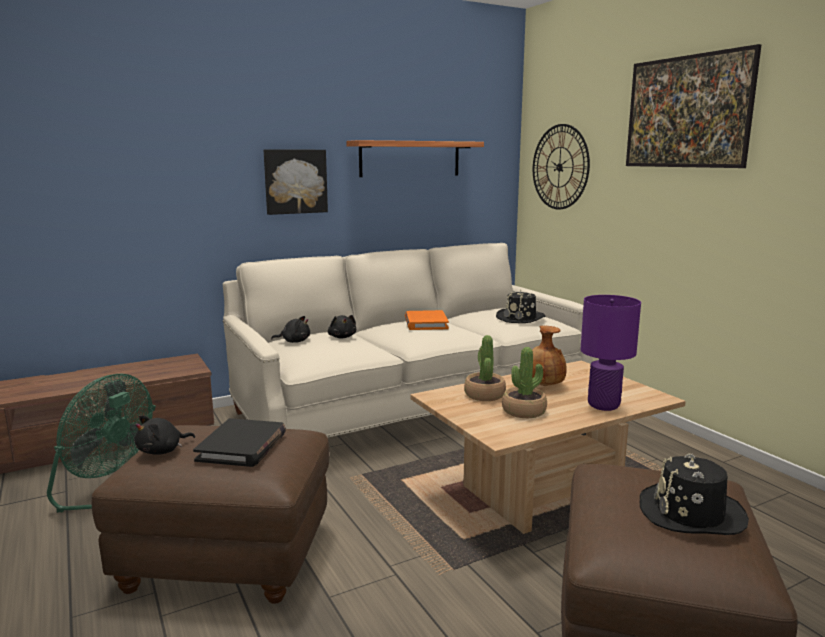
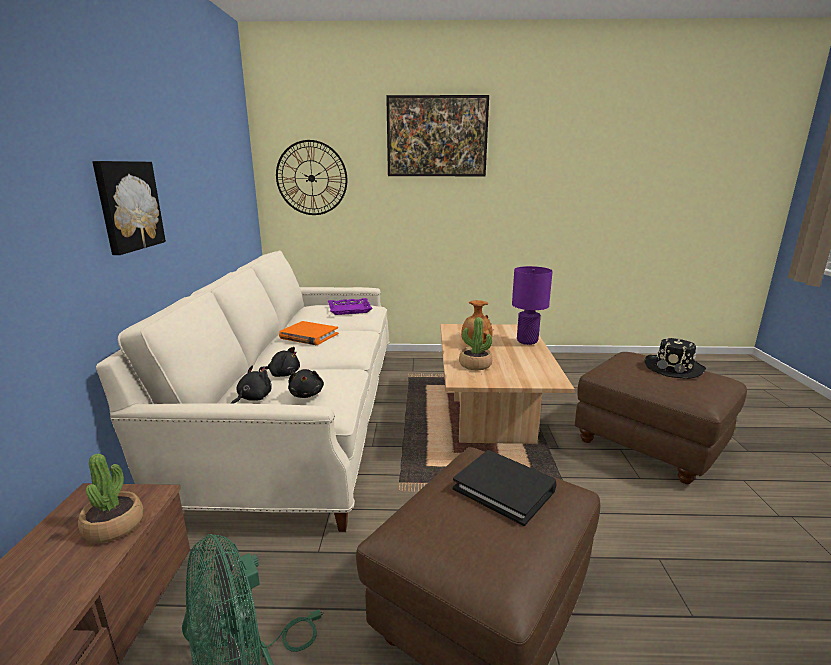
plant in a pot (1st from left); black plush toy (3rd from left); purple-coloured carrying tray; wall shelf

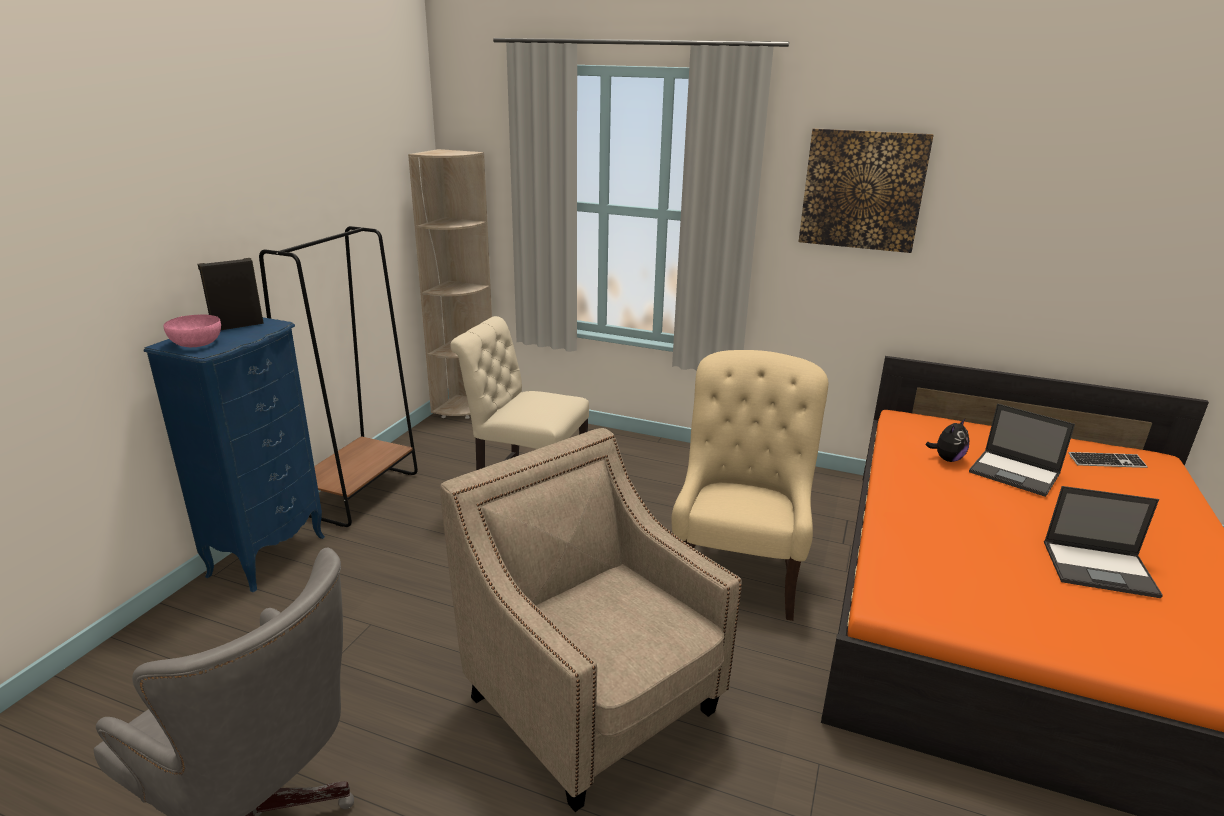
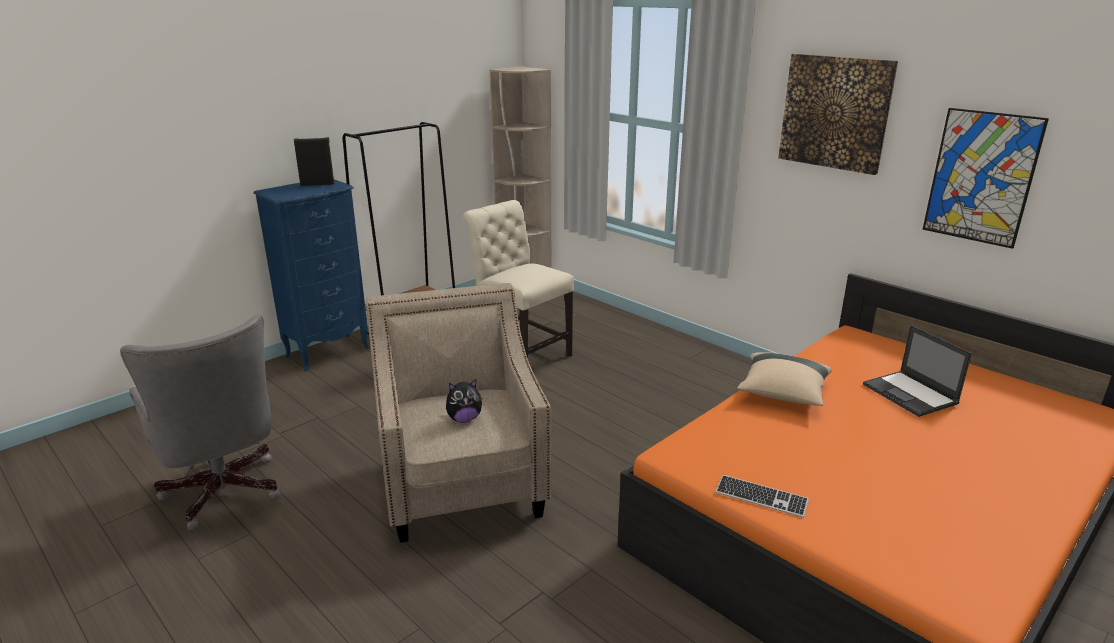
plush toy; keyboard; beige cushion; wall picture (2nd from left); pink bowl; beige chair (2nd from left in the first image); portable computer (2nd from left in the first image)

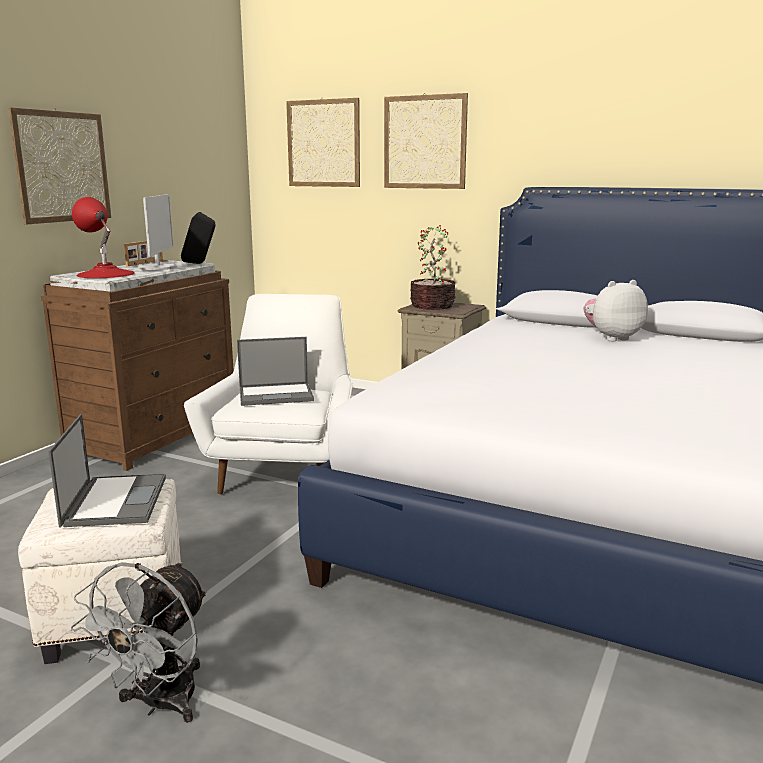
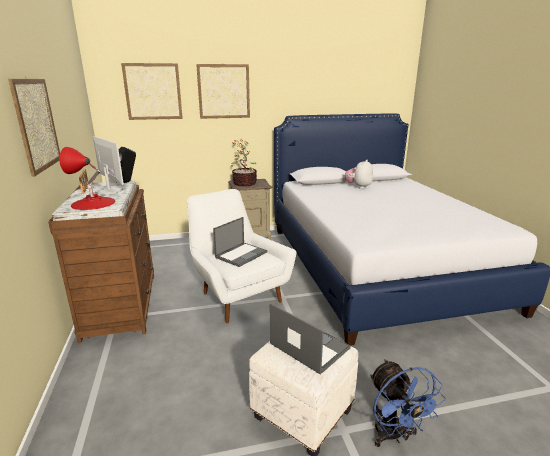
blue-coloured cooling fan

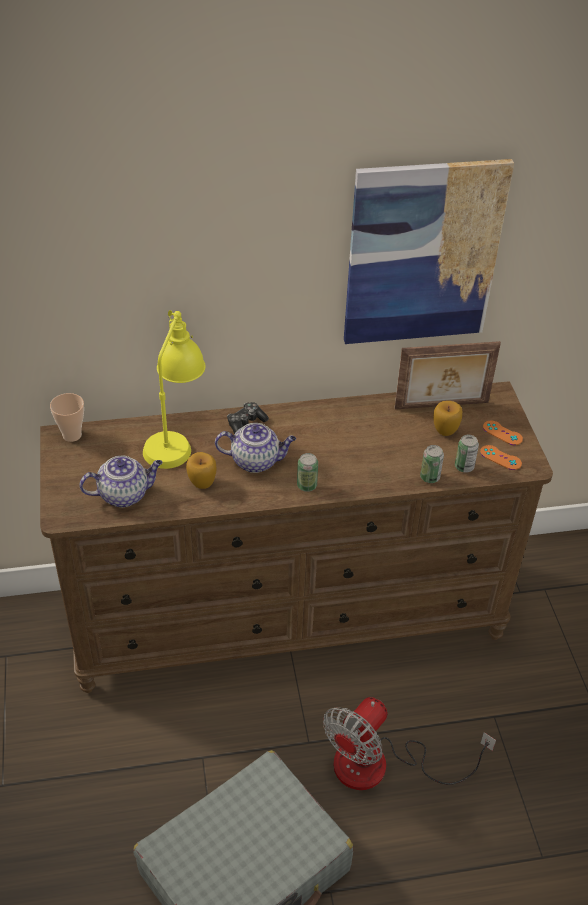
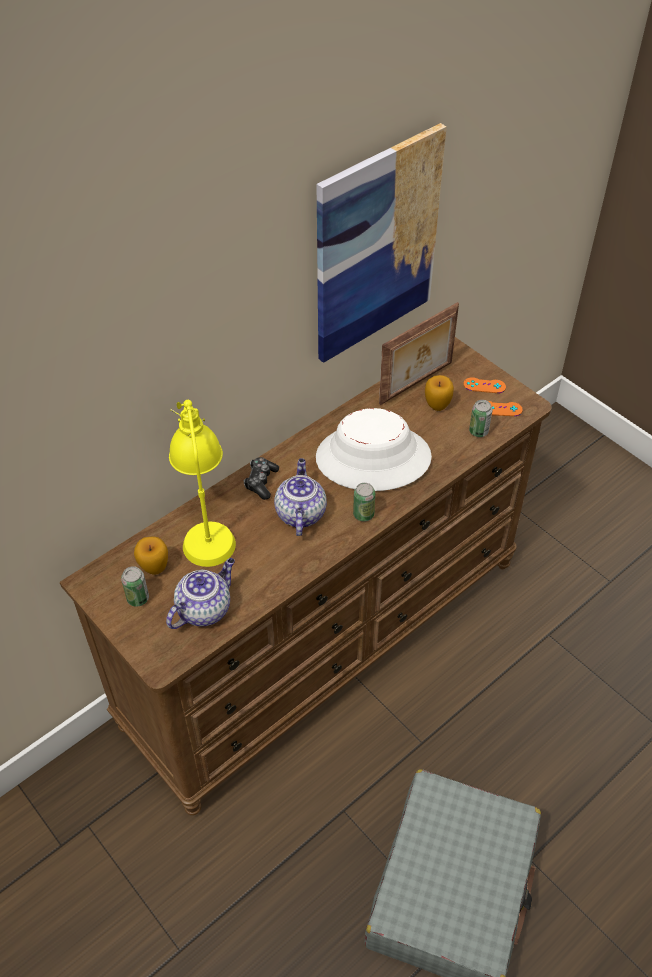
sealed can (1st from left); whole apple (1st from left); tea pot (2nd from left); white wearable hat; drinking cup; cooling fan

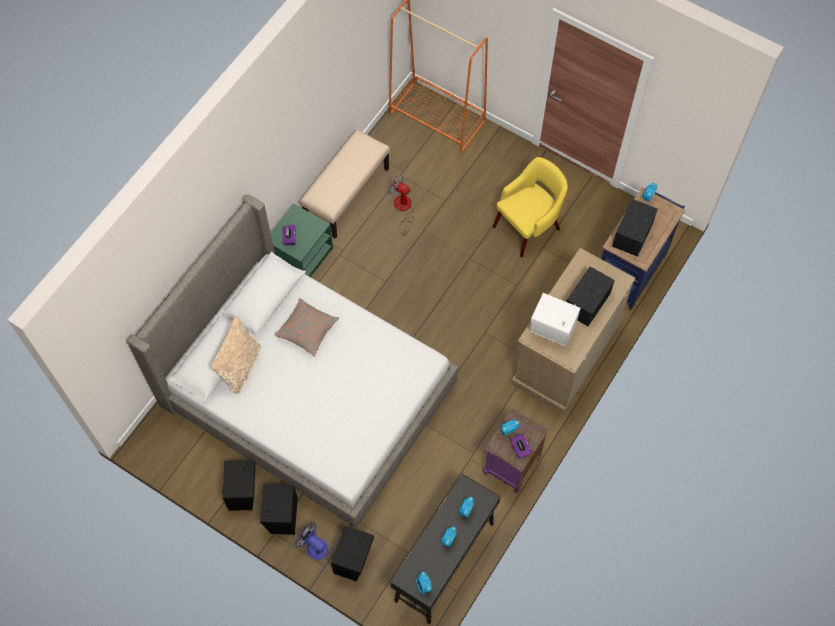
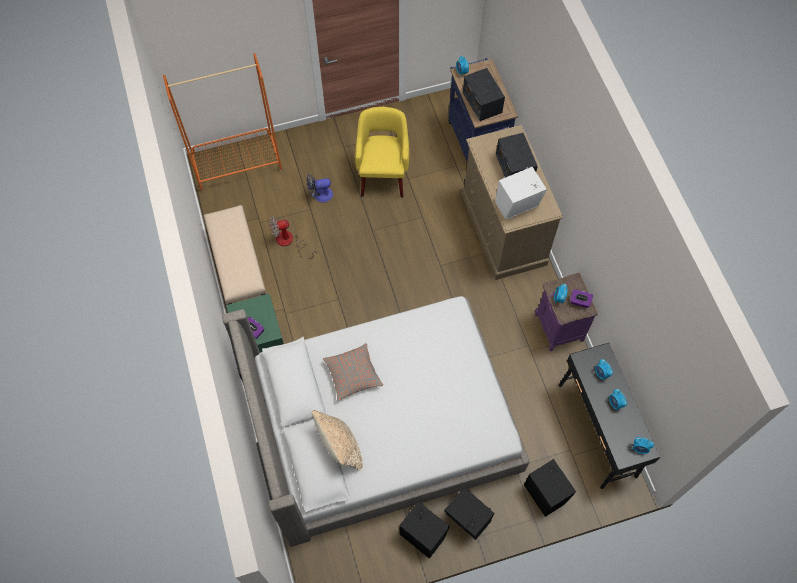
cooling fan (2nd from left)

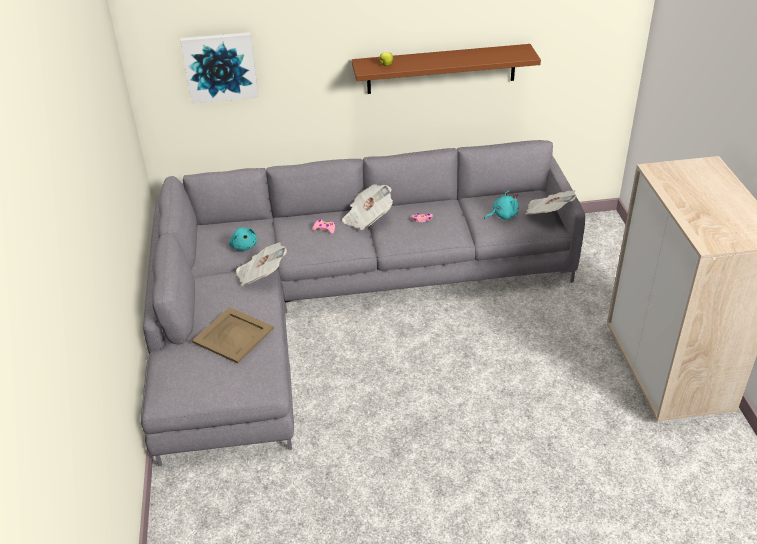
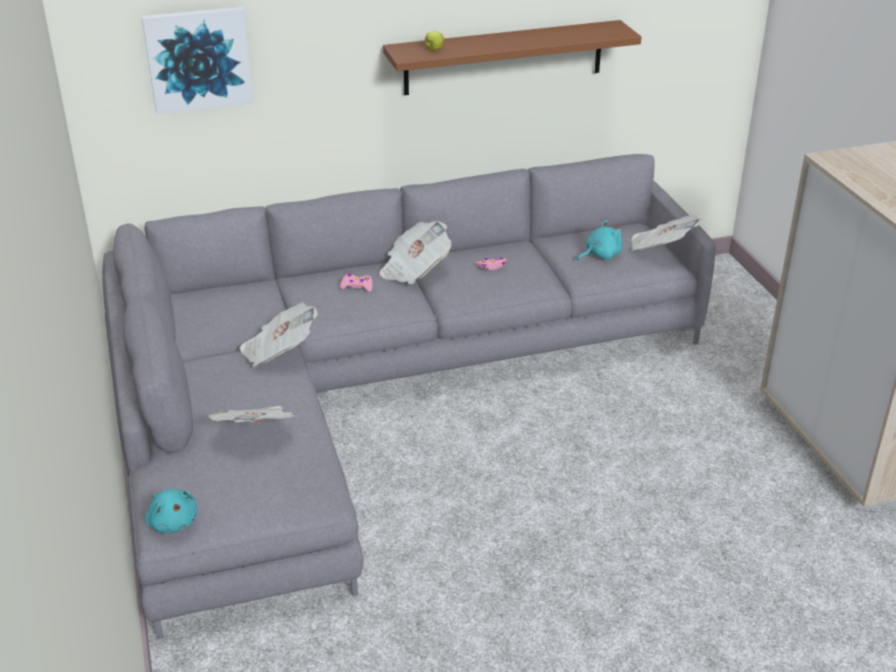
turquoise-coloured plush toy (1st from left); newspaper (1st from left)

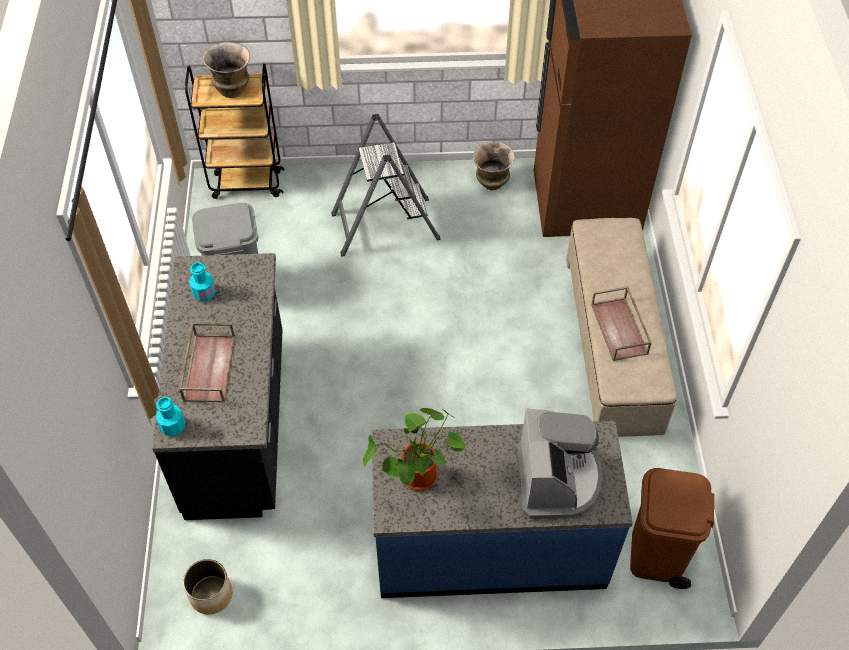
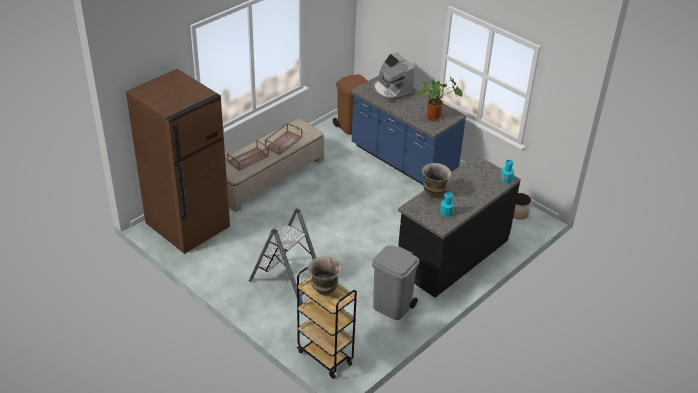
brownish carrying tray (1st from left); coffee machine; decorative vase (2nd from left)

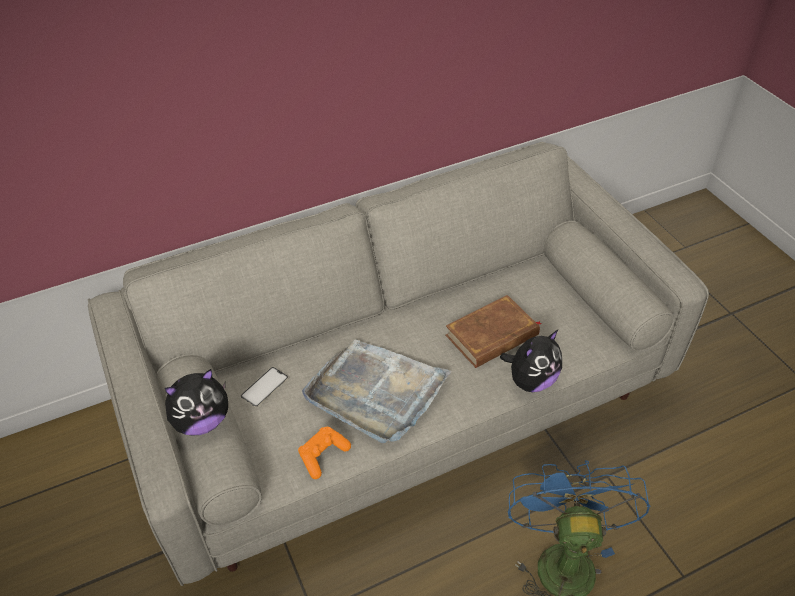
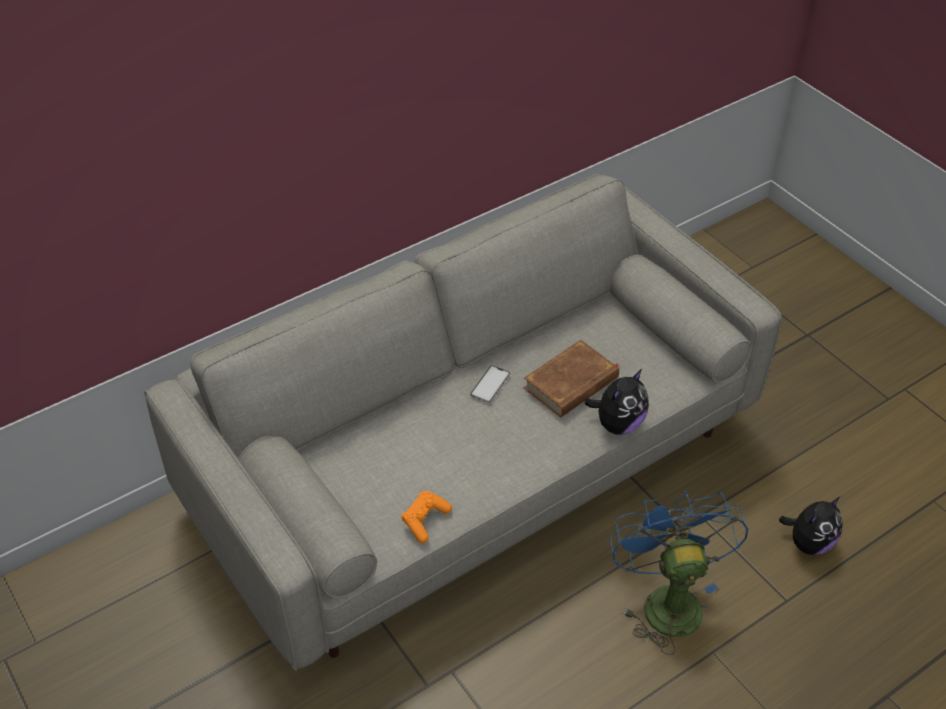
phone; plush toy (2nd from left); greyish carrying tray

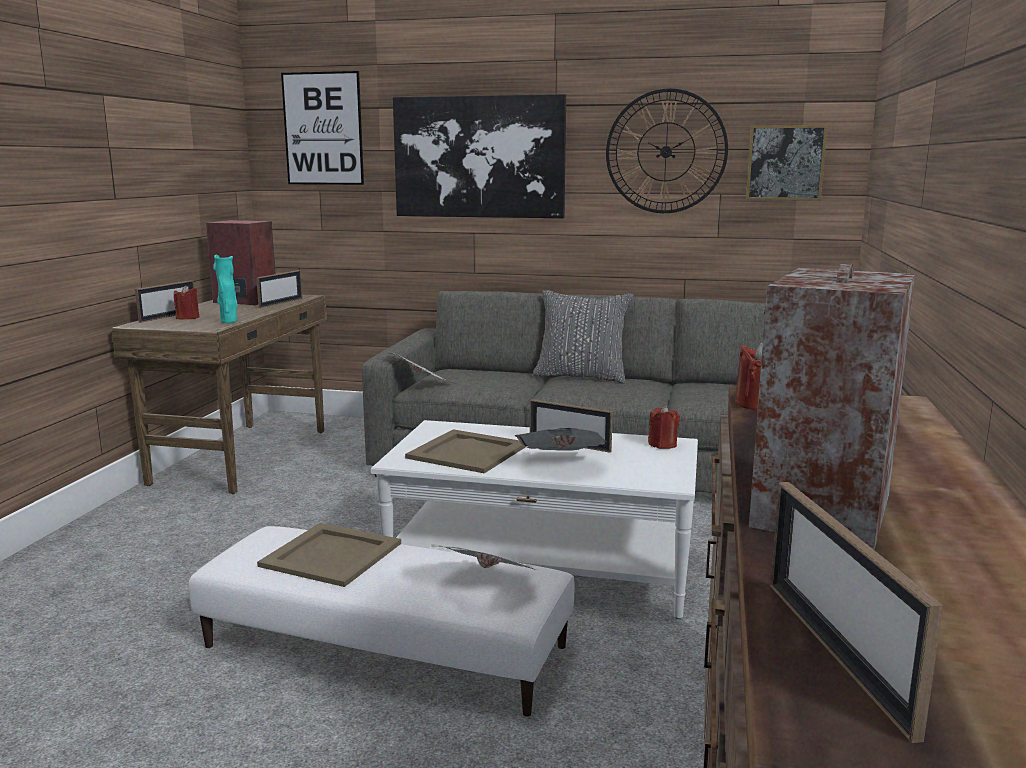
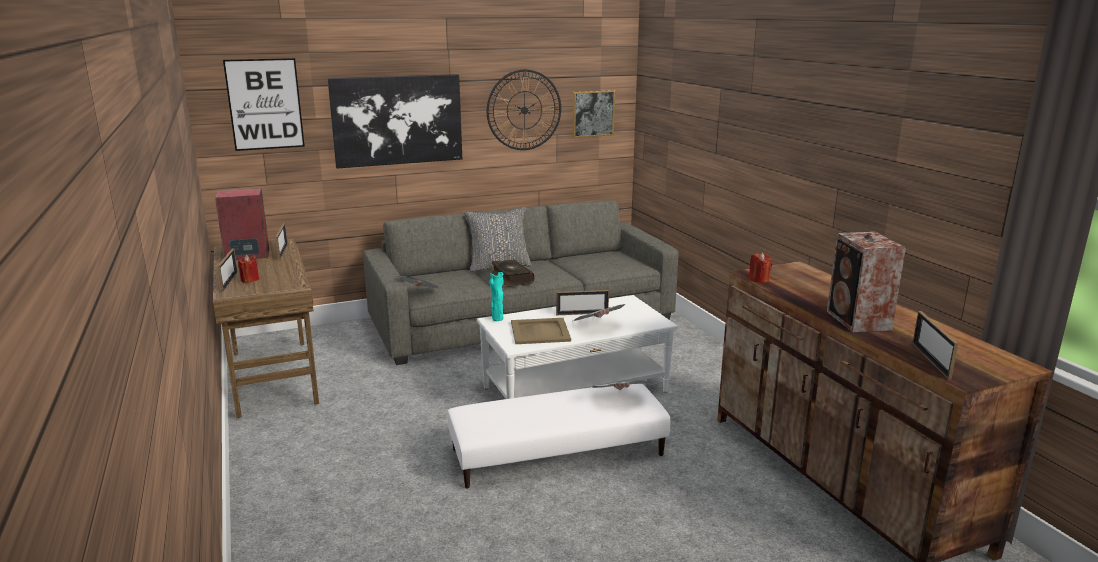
turquoise-coloured decorative vase; bound book; picture frame (4th from left); beige carrying tray (1st from left in the first image); reddish wax light (2nd from left in the first image)

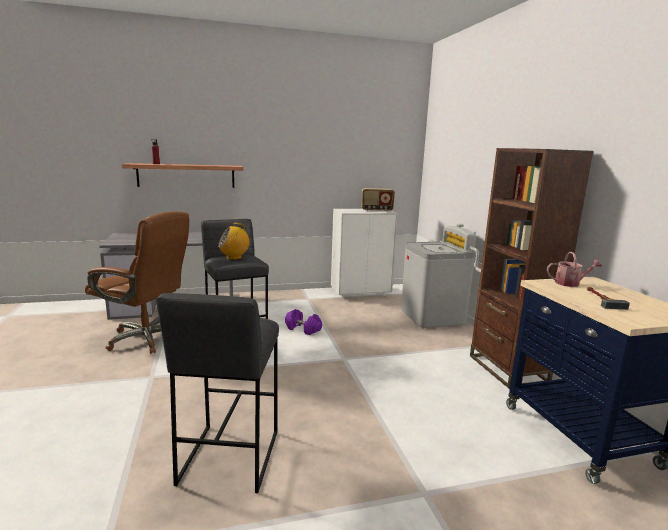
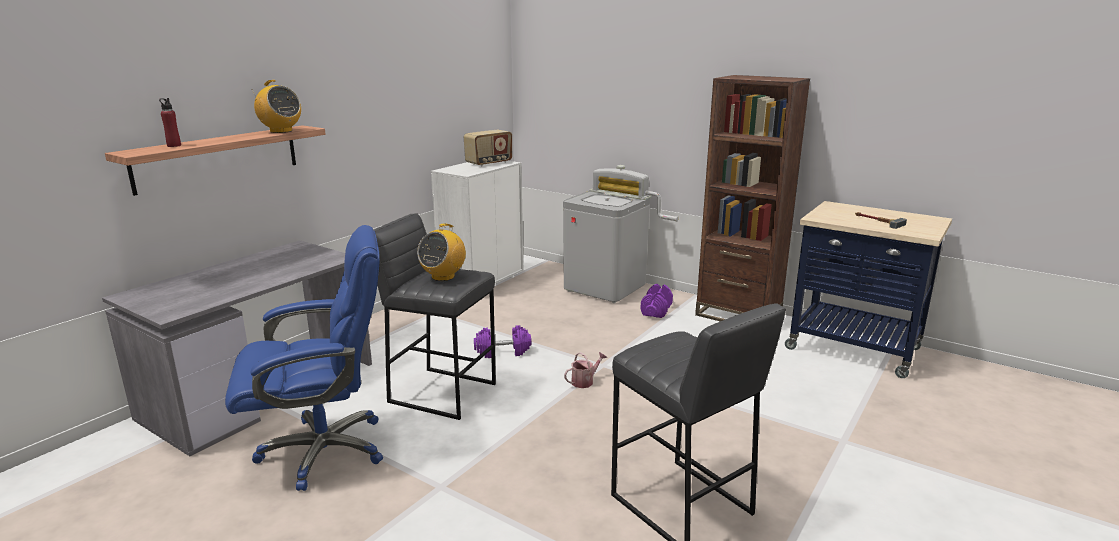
blue-coloured computer chair; radio receiver (1st from left); watering can; purple-coloured hand weight (2nd from left)

